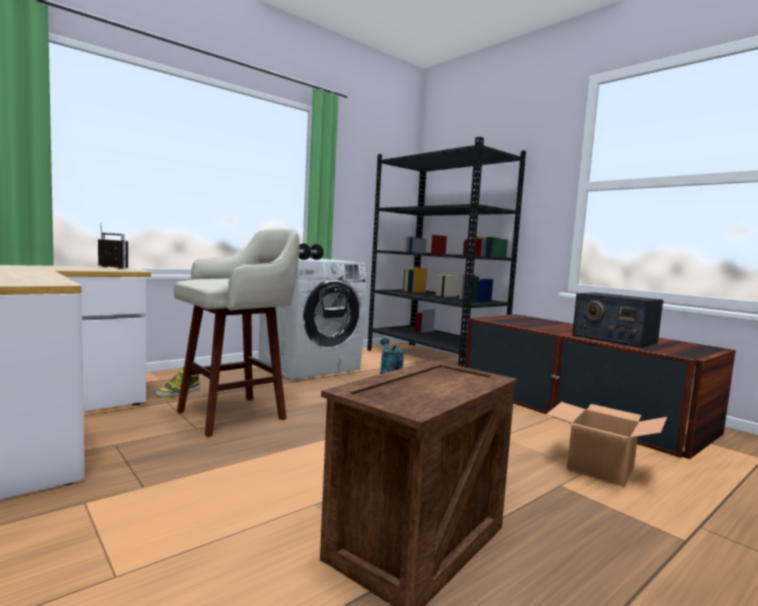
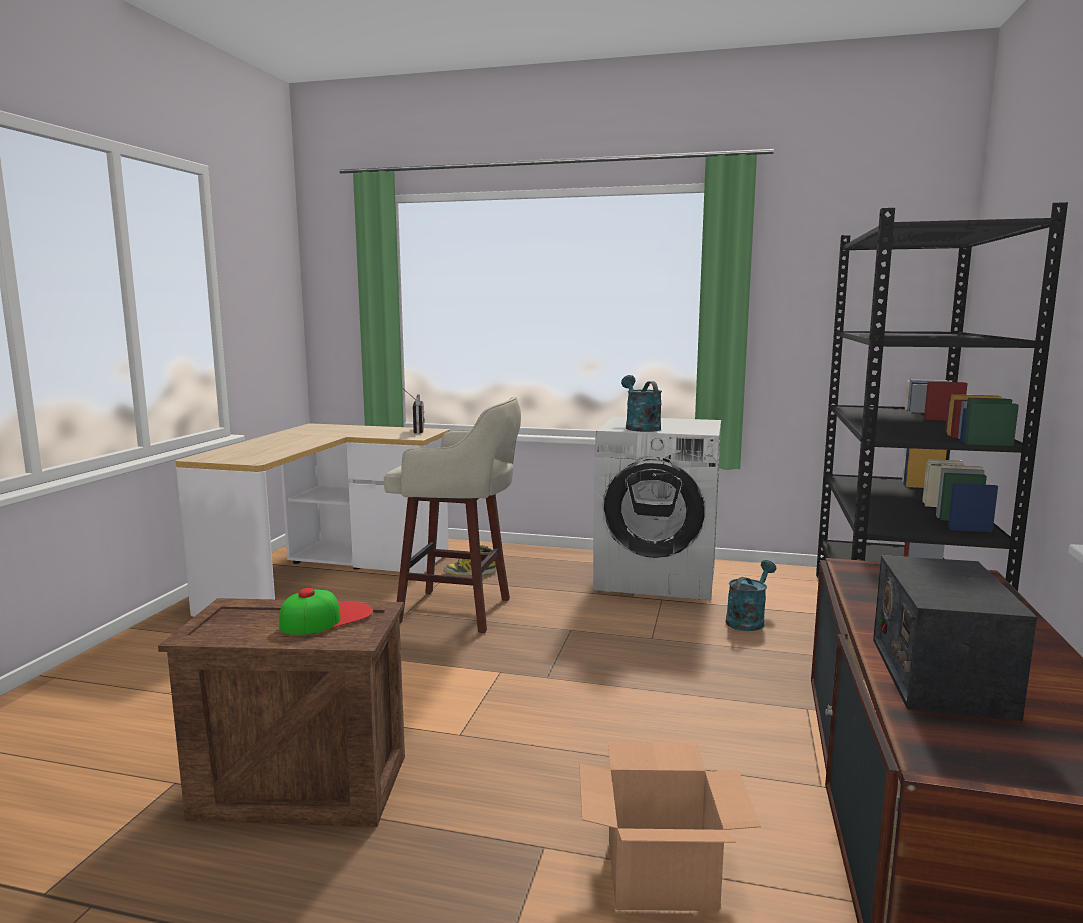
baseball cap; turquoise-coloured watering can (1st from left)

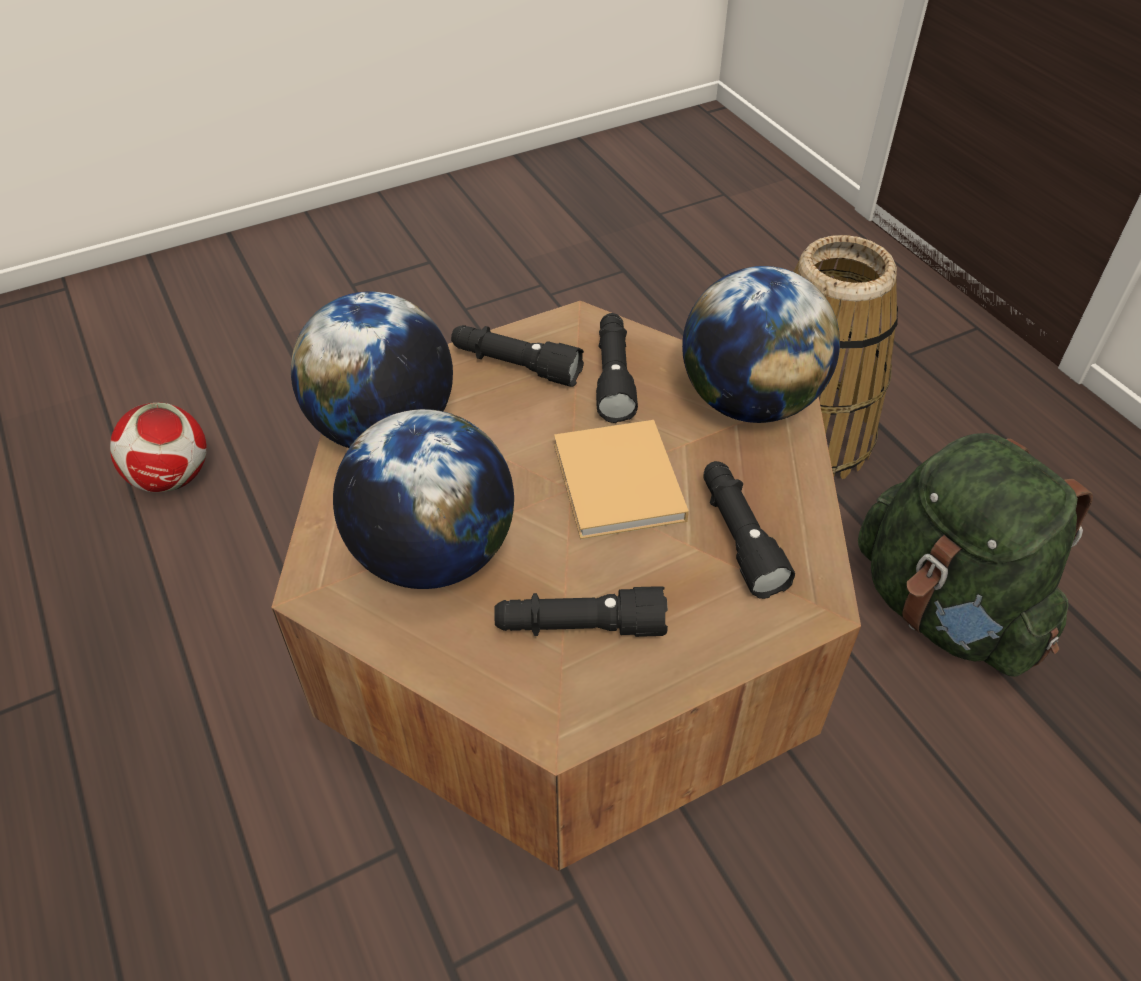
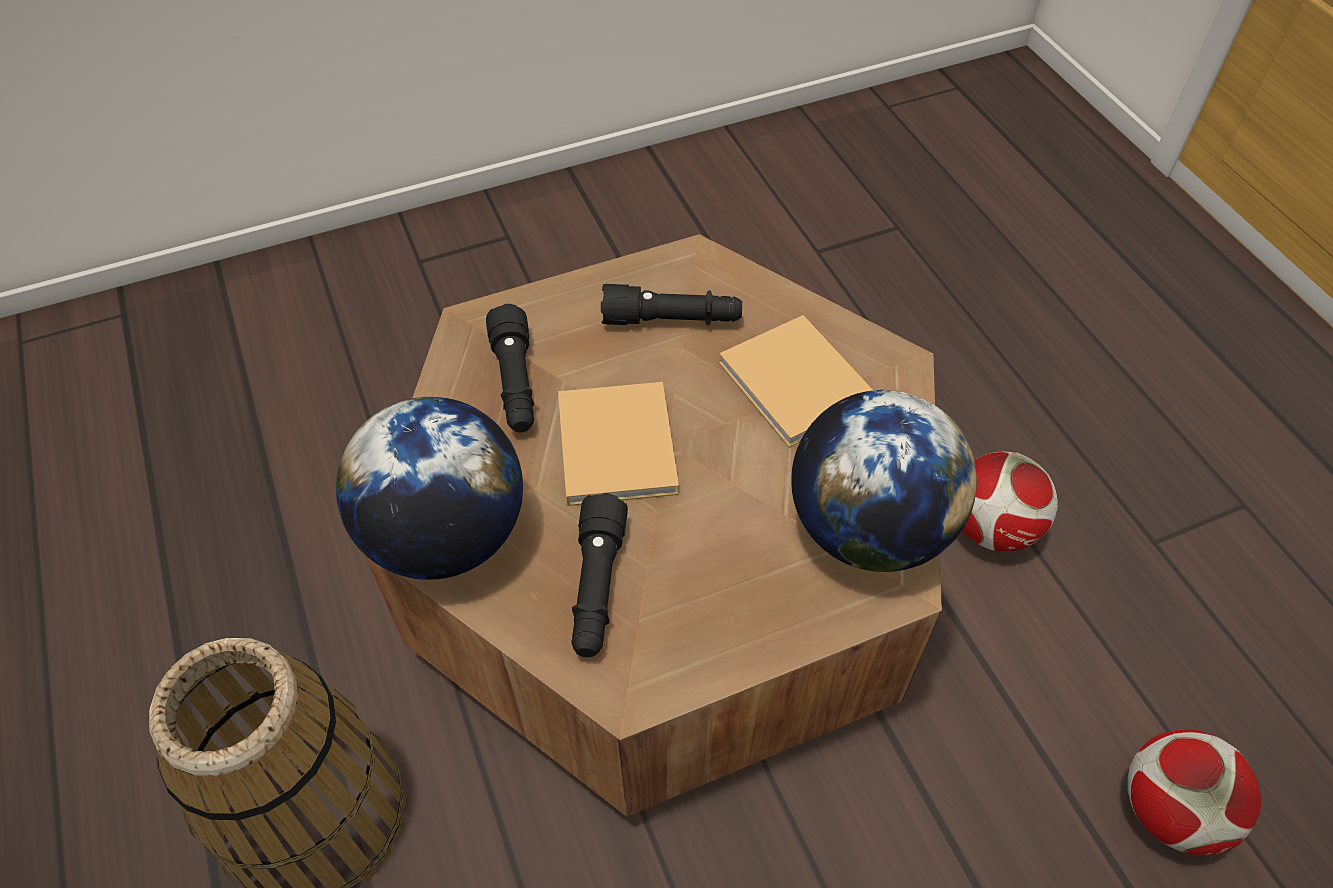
beige bound book (2nd from left); football (1st from left); black flashlight (1st from left in the first image); greenish knapsack

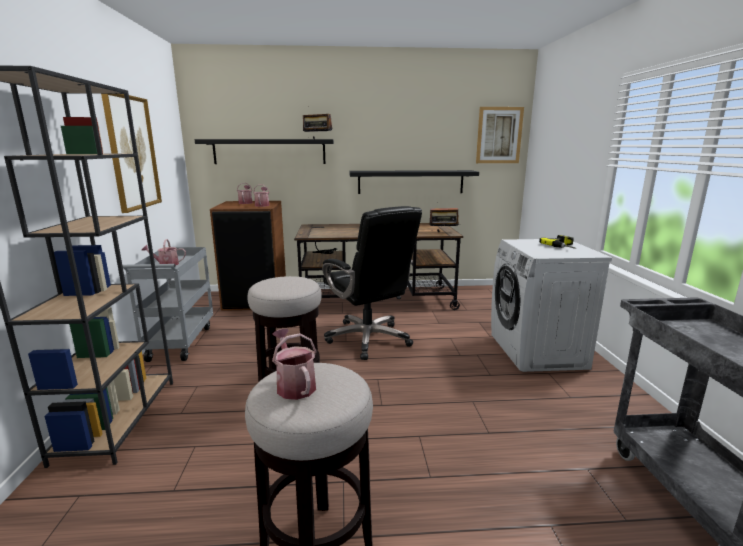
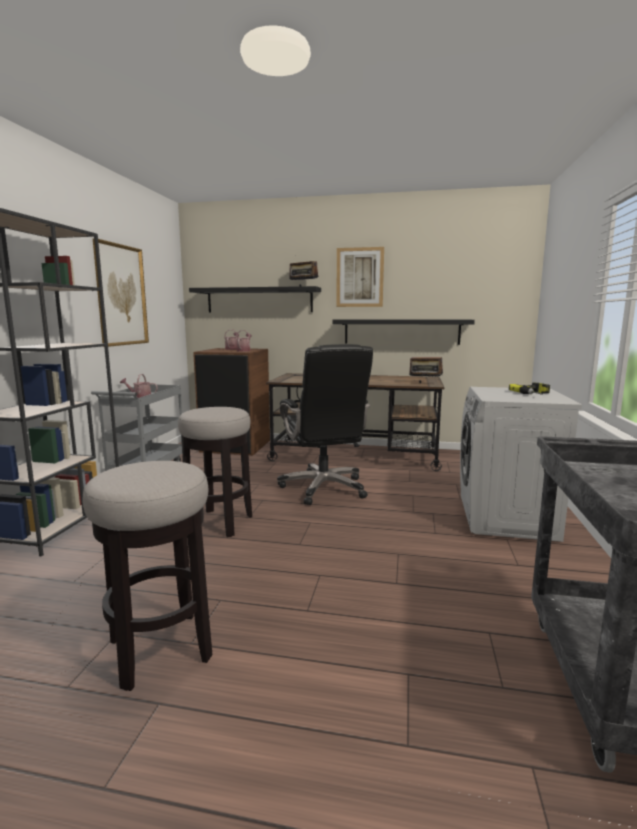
wall picture (2nd from left); watering can (4th from left in the first image)

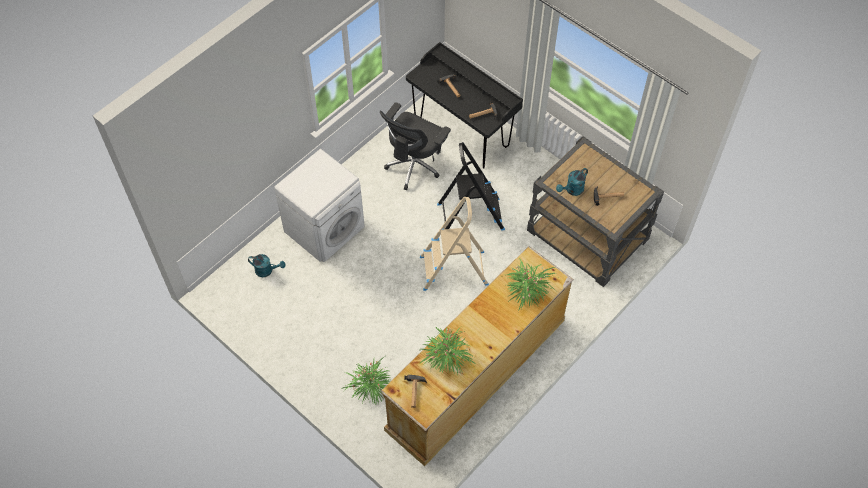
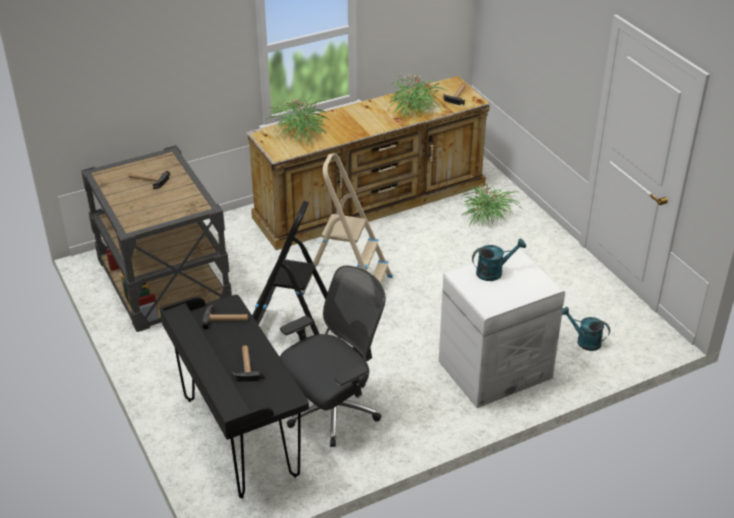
turquoise-coloured watering can (1st from left)

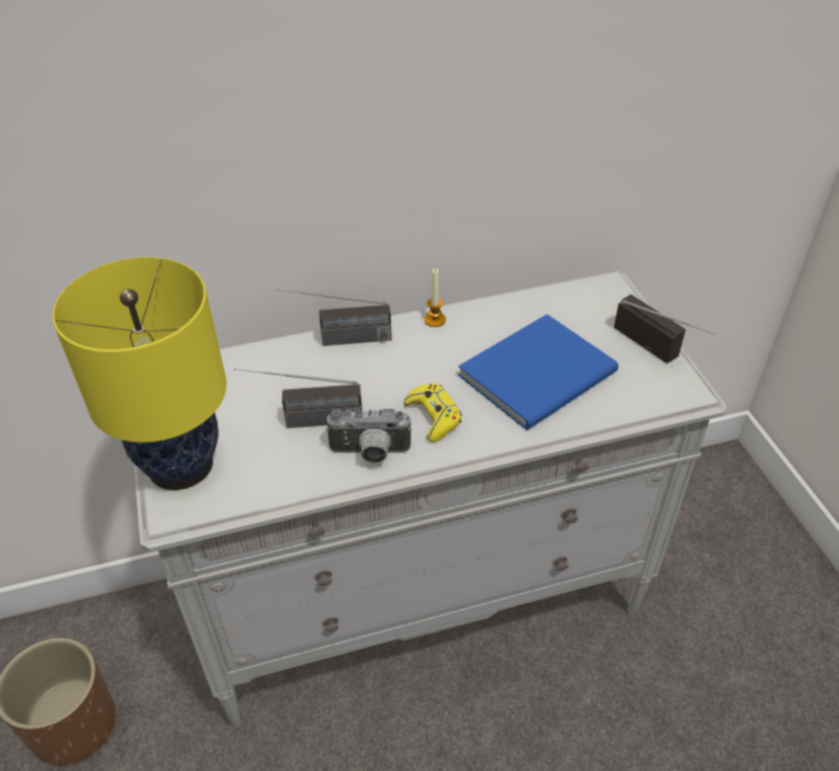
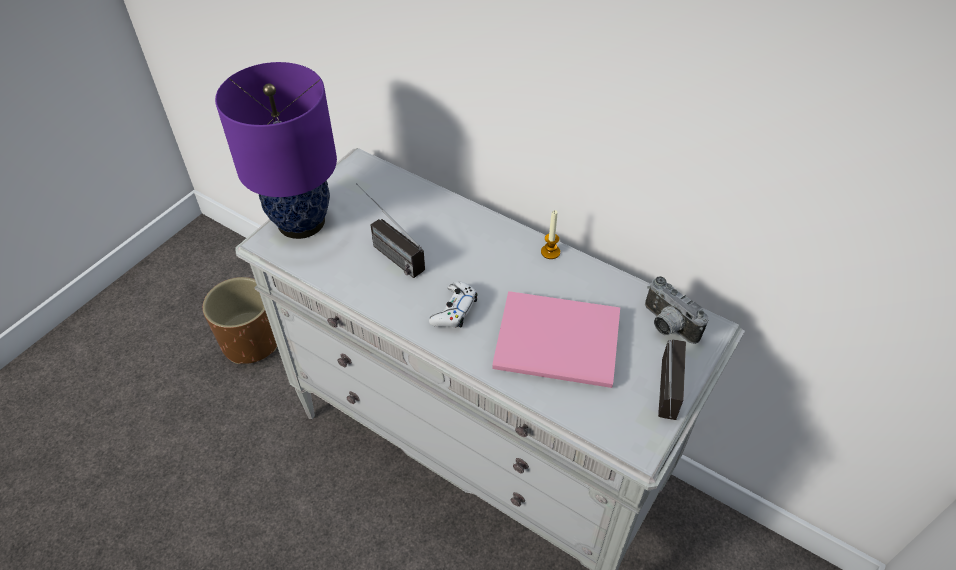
purple-coloured table lamp; white joypad; pink bound book; still camera; radio receiver (2nd from left in the first image)

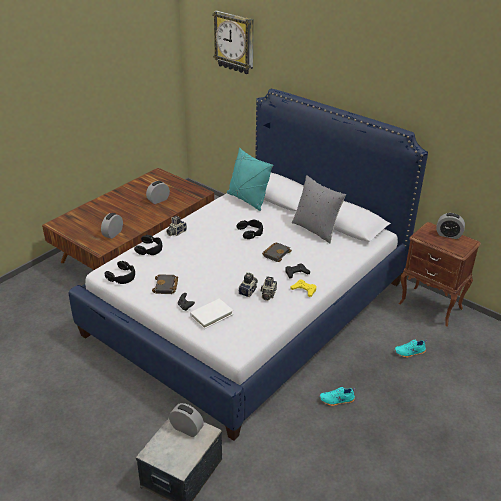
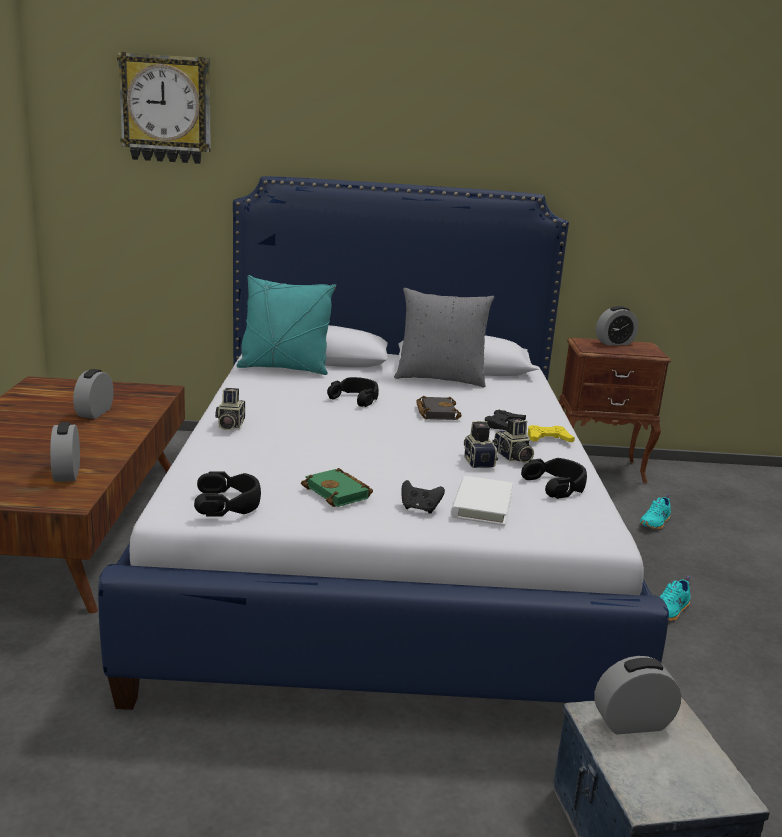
greenish bound book; black pair of headphones (3rd from left)

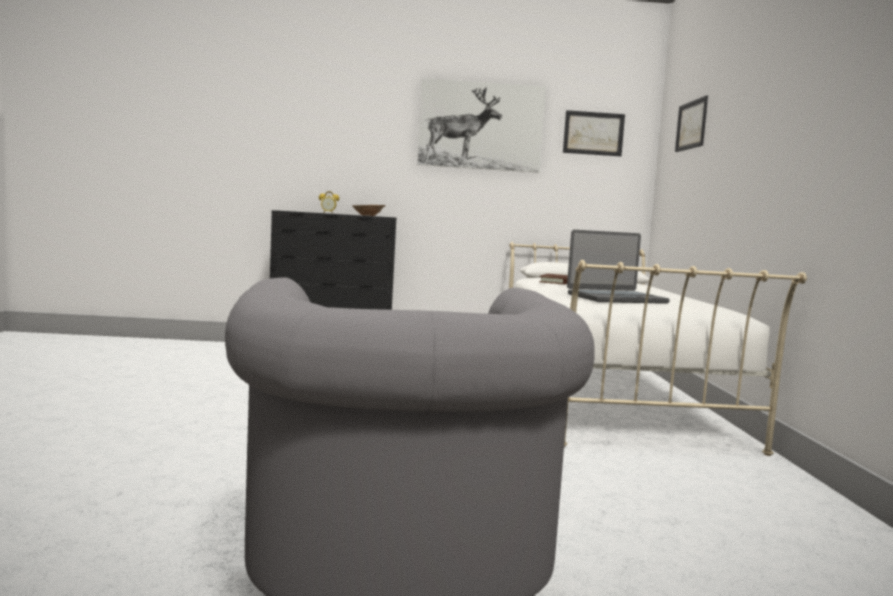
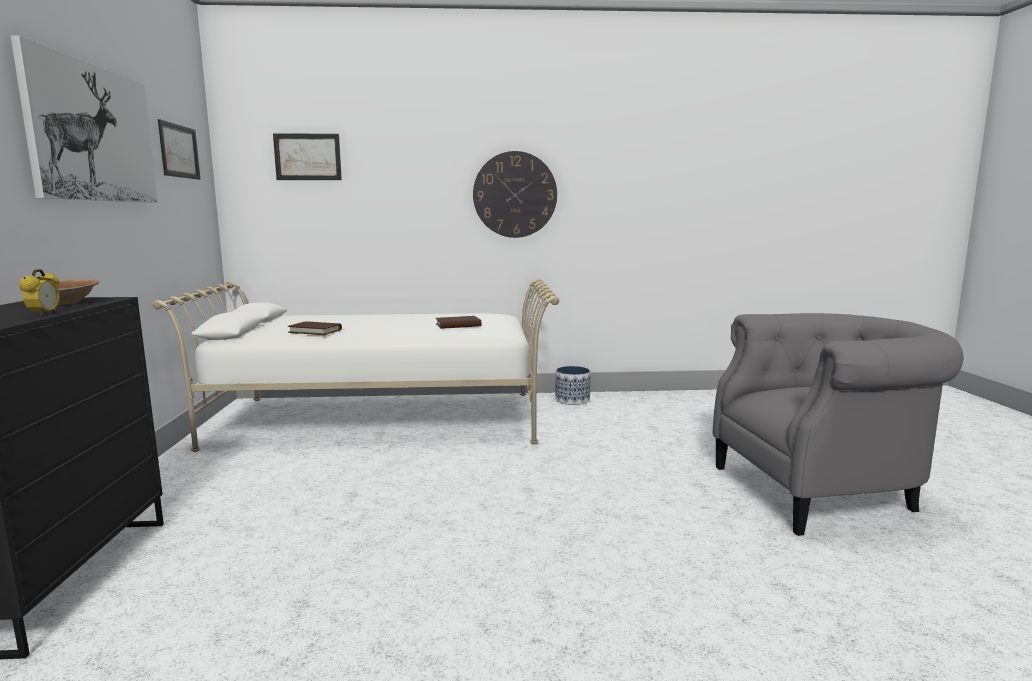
brownish bound book (2nd from left); clock on the wall; flower pot

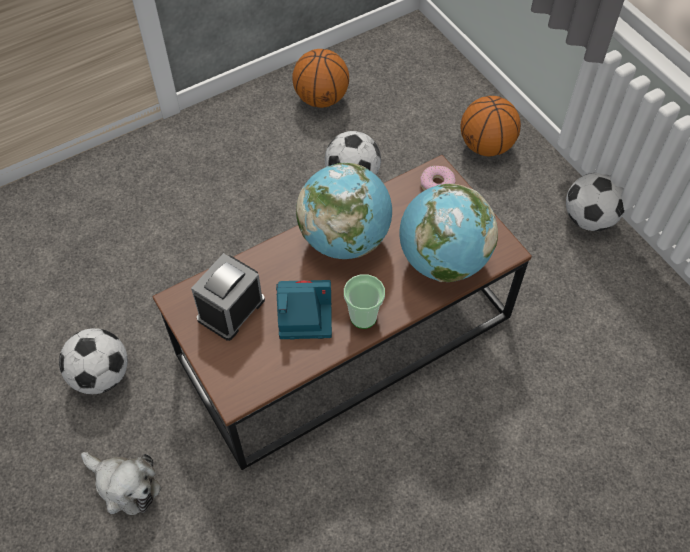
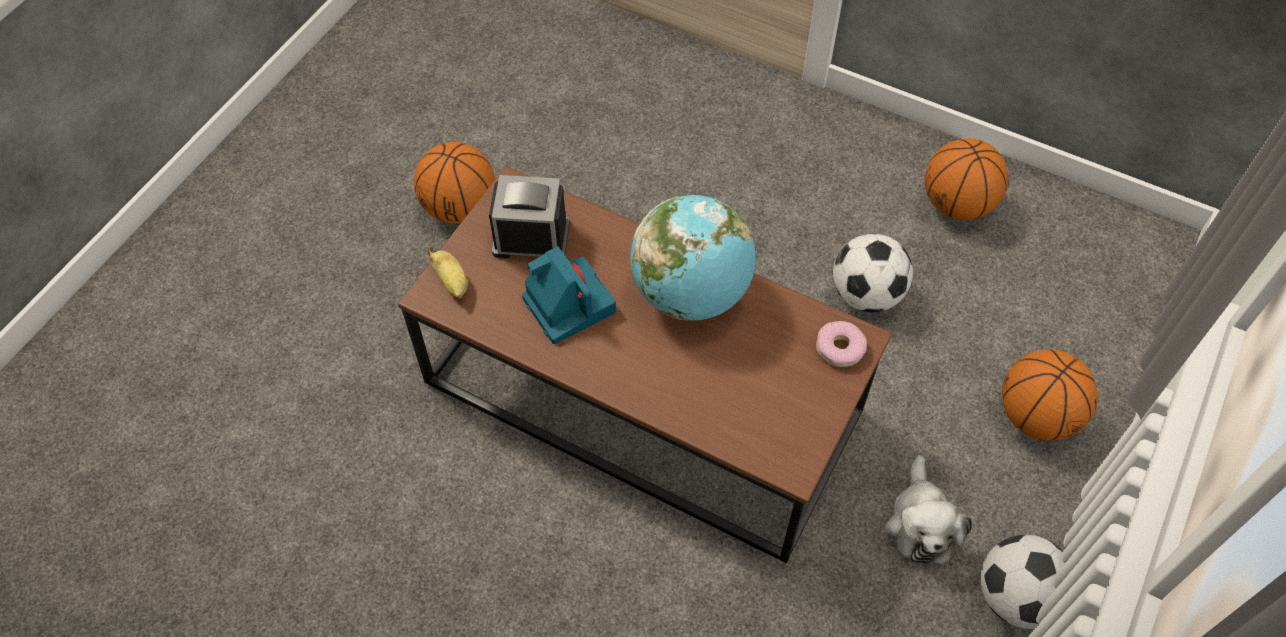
basketball ball (1st from left); banana; plush toy; drinking cup; globe (2nd from left in the first image)

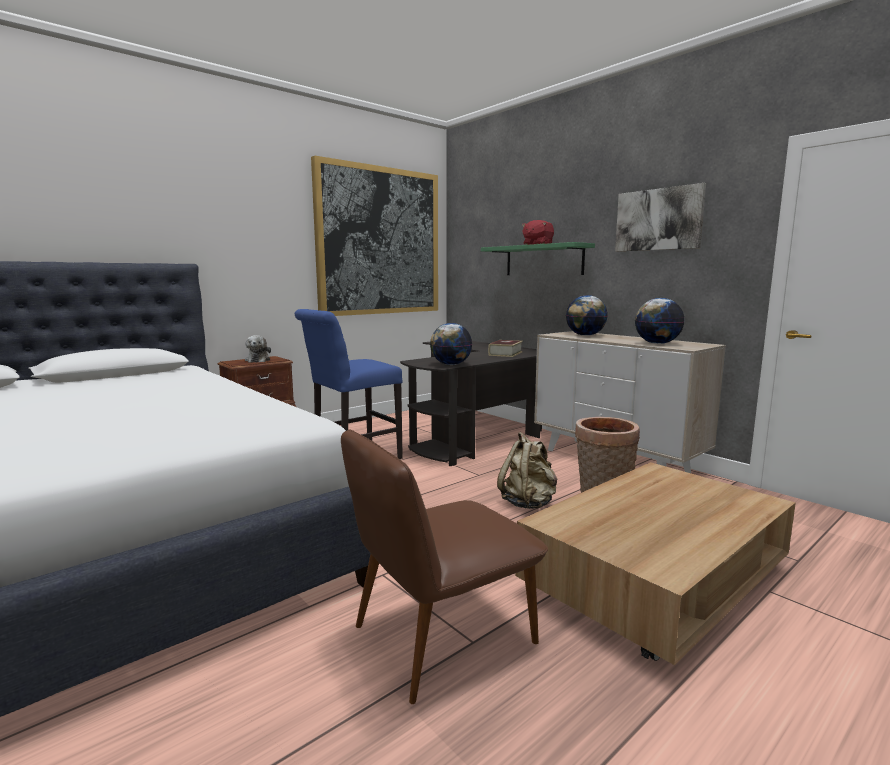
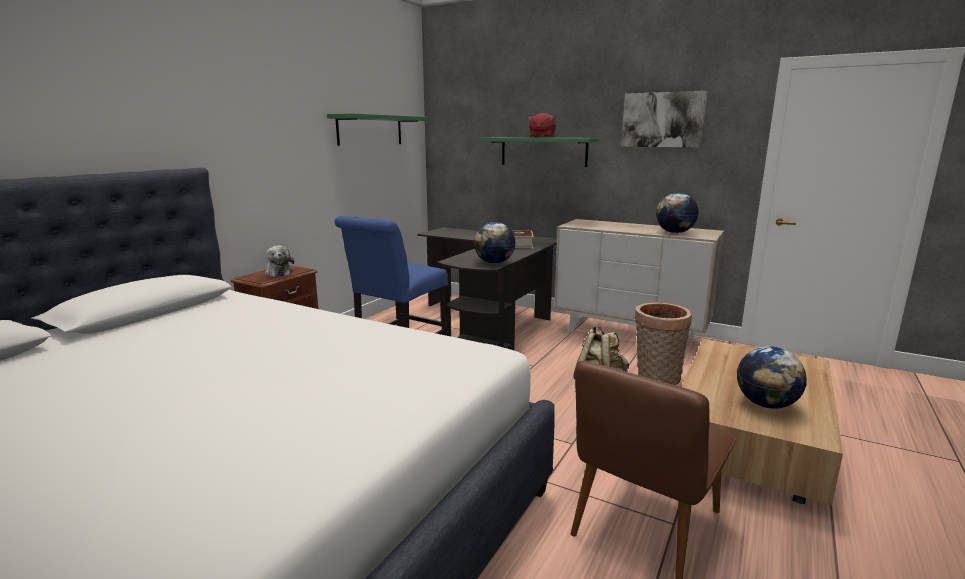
greenish wall shelf (1st from left); globe (3rd from left)

